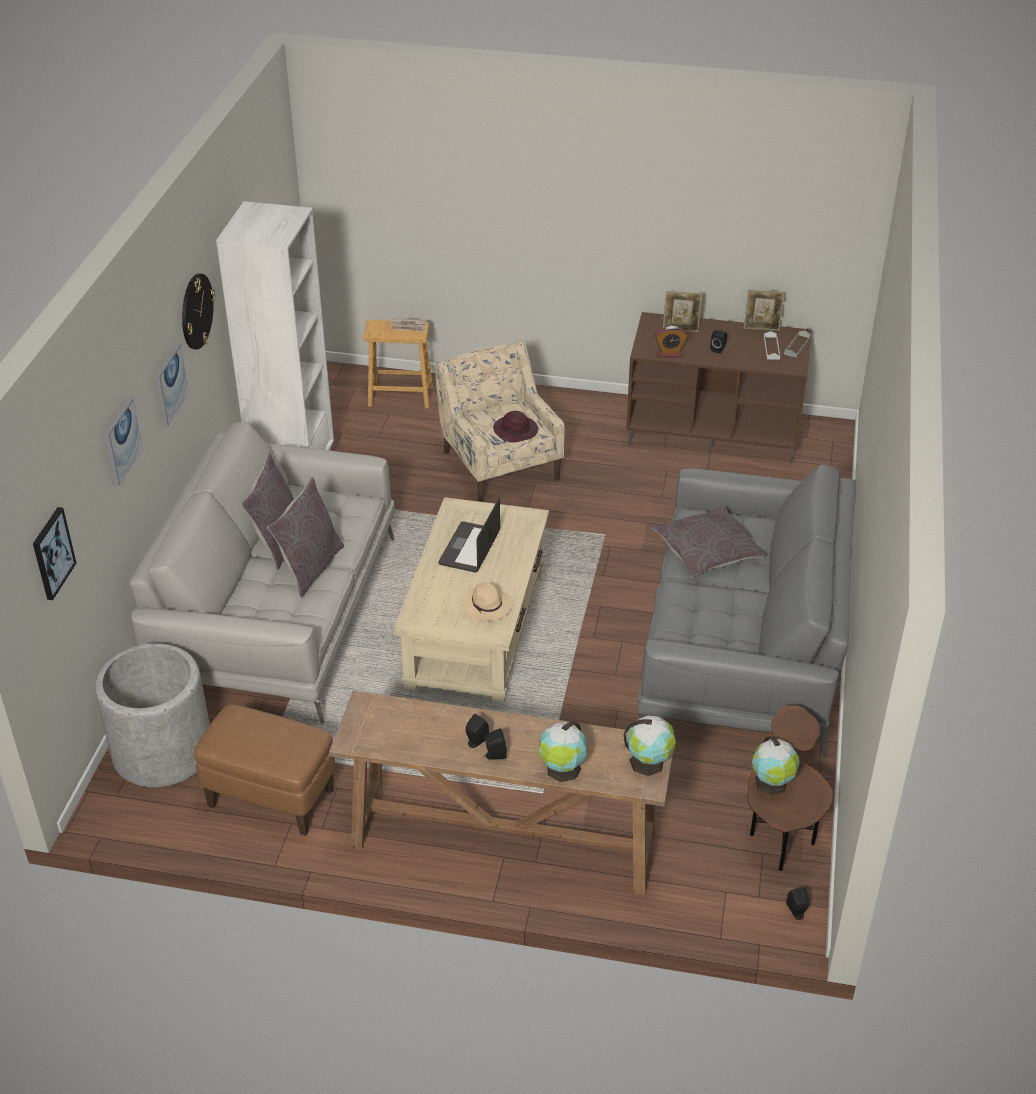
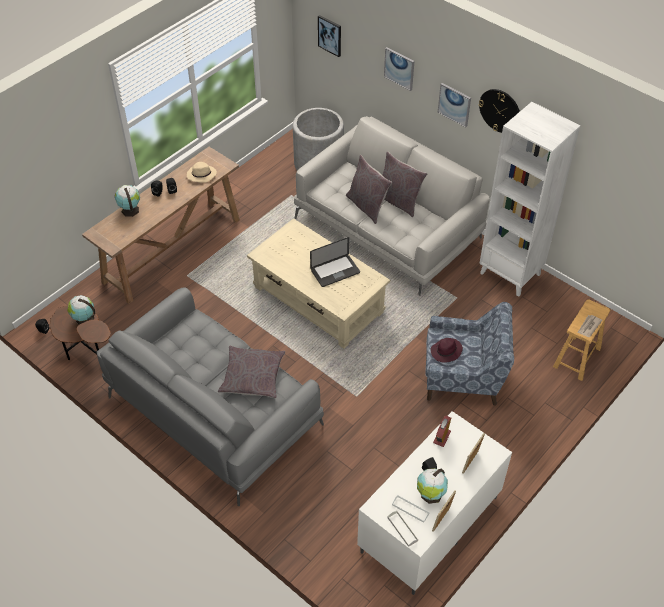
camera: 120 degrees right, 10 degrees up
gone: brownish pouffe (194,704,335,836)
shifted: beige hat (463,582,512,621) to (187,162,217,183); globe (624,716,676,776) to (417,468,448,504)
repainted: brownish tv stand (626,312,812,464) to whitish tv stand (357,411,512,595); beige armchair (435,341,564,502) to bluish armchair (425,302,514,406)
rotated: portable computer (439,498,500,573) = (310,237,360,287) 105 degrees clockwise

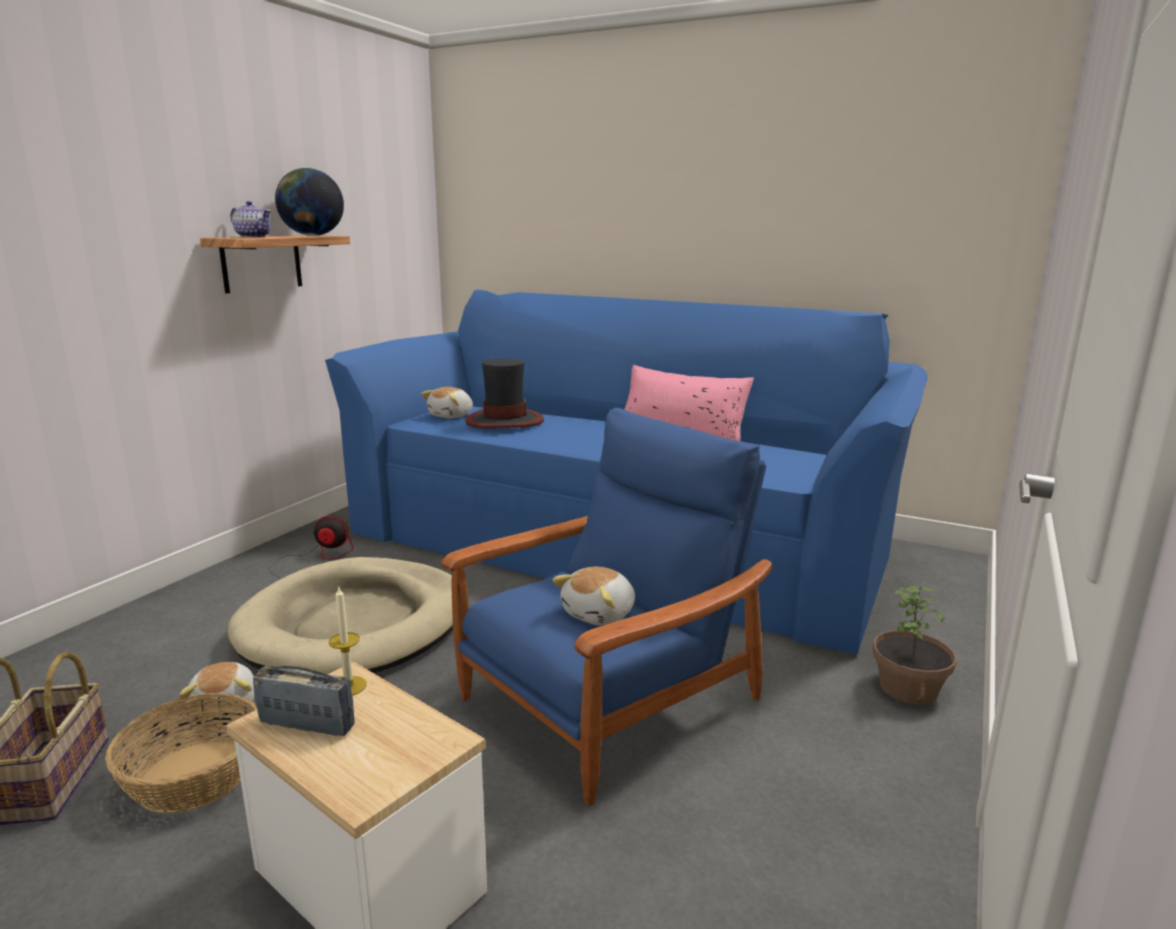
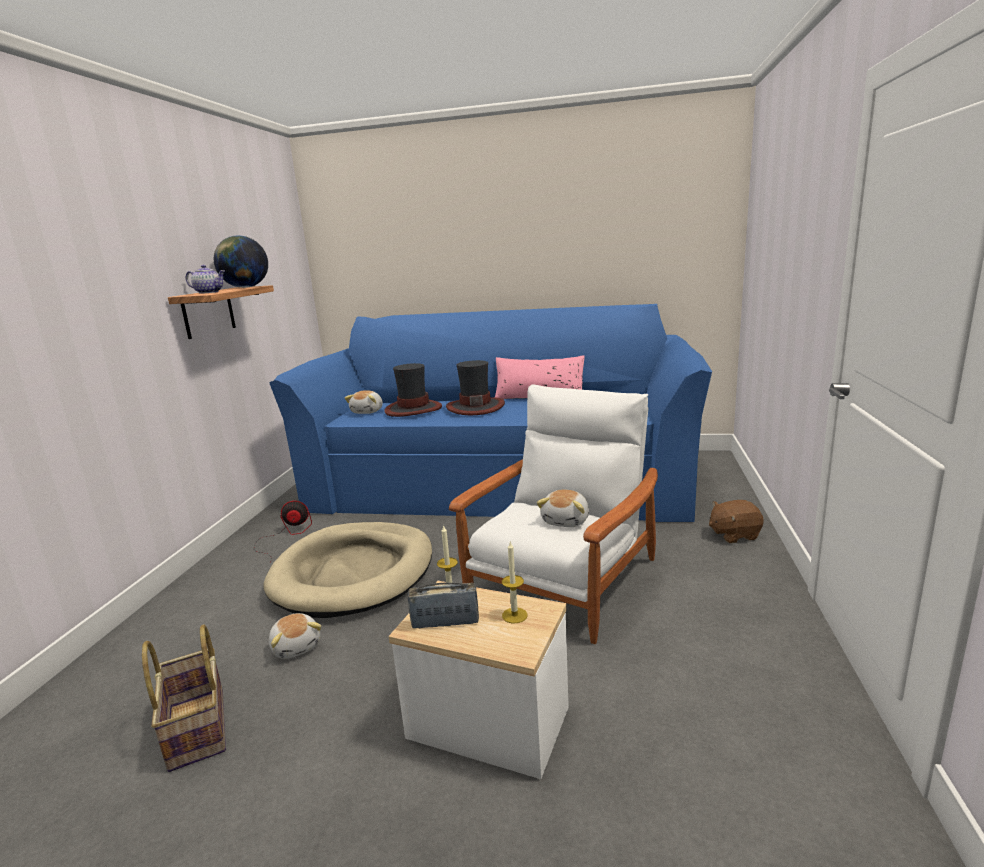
camera: 15 degrees left, 0 degrees up
gone: storage basket (105,693,257,813)
new: hat (446,360,505,415); wax light (502,542,527,623)
swapped: plant in a pot (873,586,957,704) to brownish soft toy (709,500,764,543)
repainted: bluish armchair (441,408,772,806) to whitish armchair (449,385,658,644)

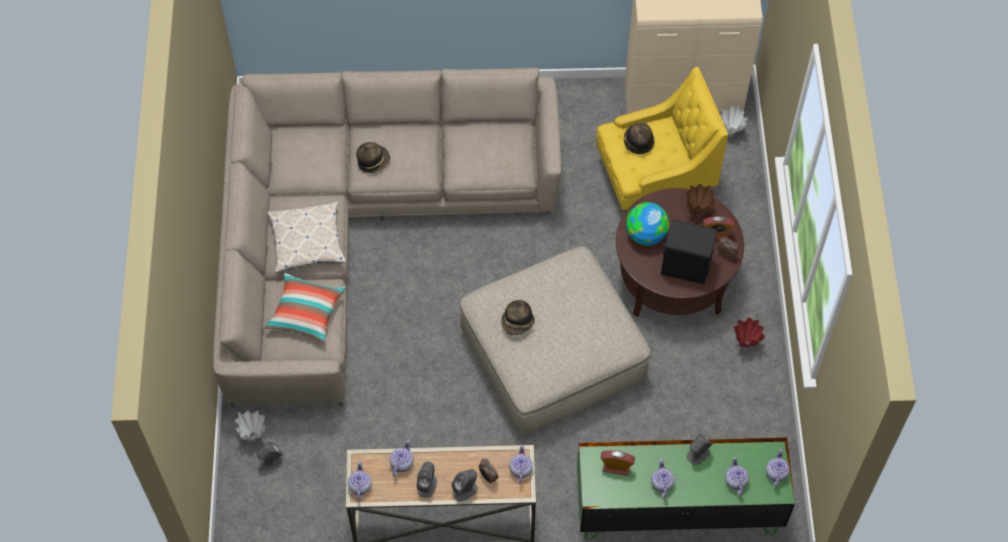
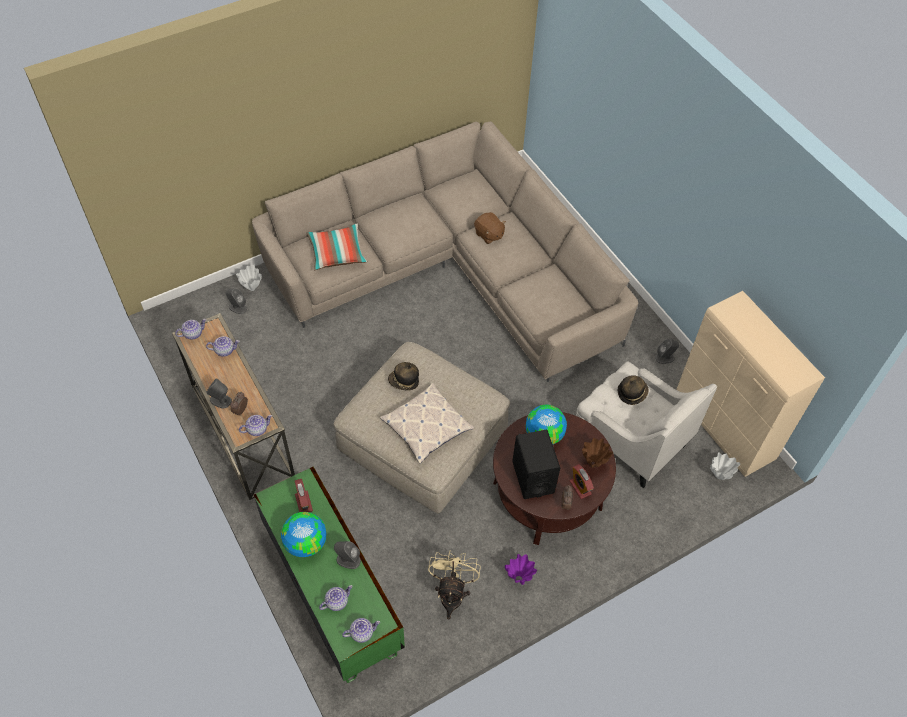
camera: 60 degrees right, 5 degrees down
new: beige fan (428,551,481,620)
shifted: pillow (268,201,346,272) to (380,383,474,464); greyish loudspeaker (416,461,437,498) to (655,339,679,364)
swapped: hat (356,142,390,173) to brownish soft toy (474,212,506,244); pot for tea (651,459,675,498) to globe (281,512,327,557)
repainted: yellow-coloured armchair (596,67,728,212) to whitish armchair (576,362,717,488); red-coloured vase (734,318,765,348) to purple-coloured vase (505,554,537,585)

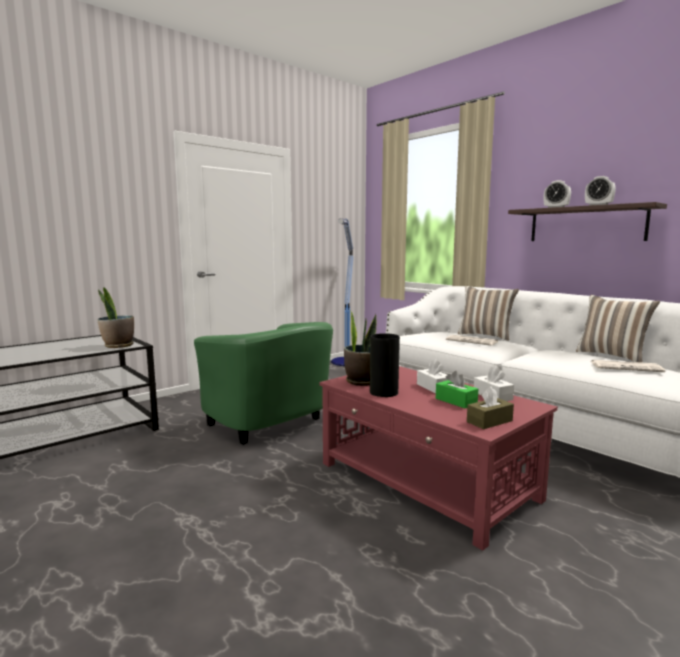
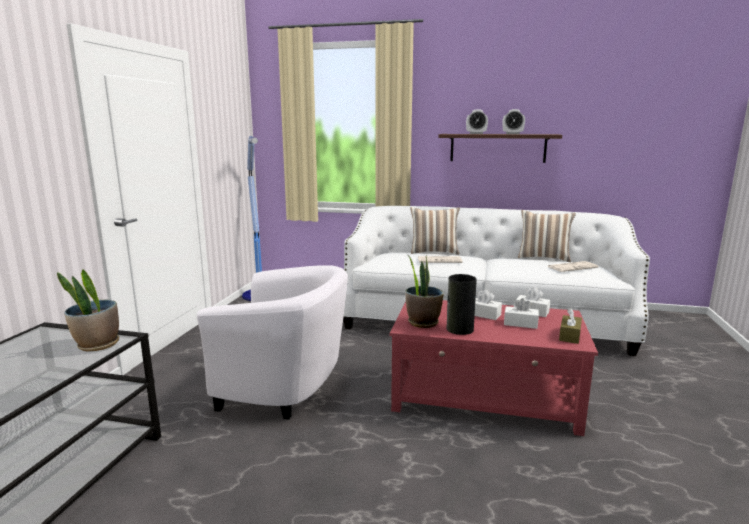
camera: 35 degrees left, 5 degrees up
repainted: green-coloured armchair (194,322,333,445) to whitish armchair (197,265,348,420); green-coloured tissue holder (436,371,478,408) to whitish tissue holder (504,298,539,329)

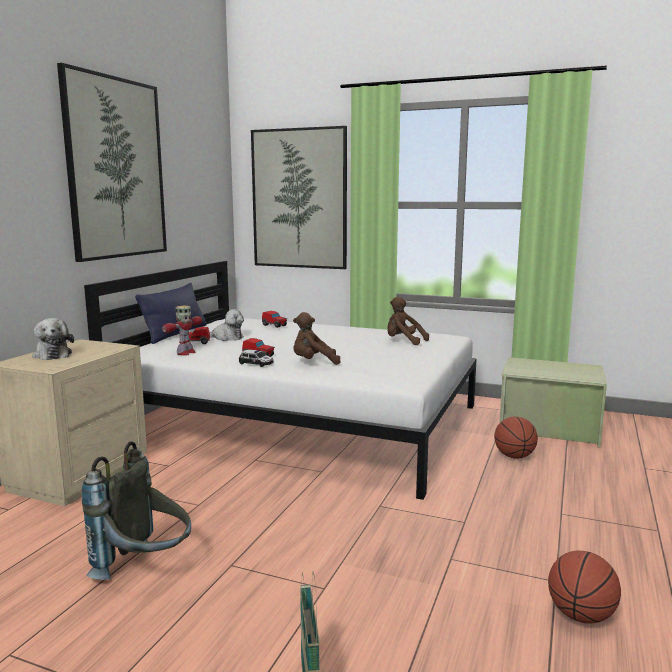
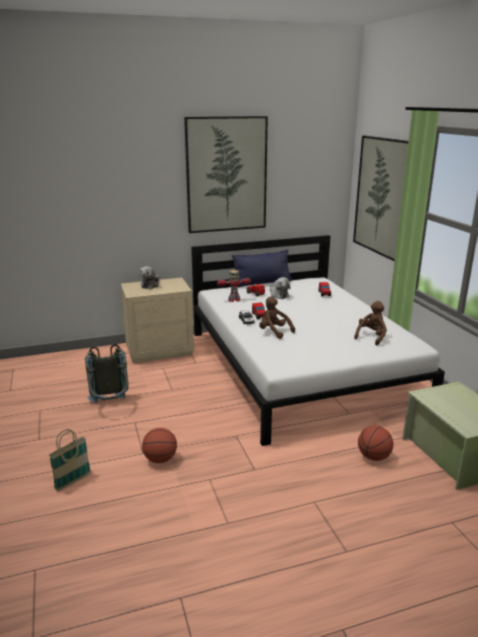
camera: 50 degrees right, 10 degrees up
shifted: ball for basketball (548,551,621,624) to (142,428,177,463)
rotated: brownish soft toy (387,297,429,345) = (354,301,387,346) 45 degrees clockwise

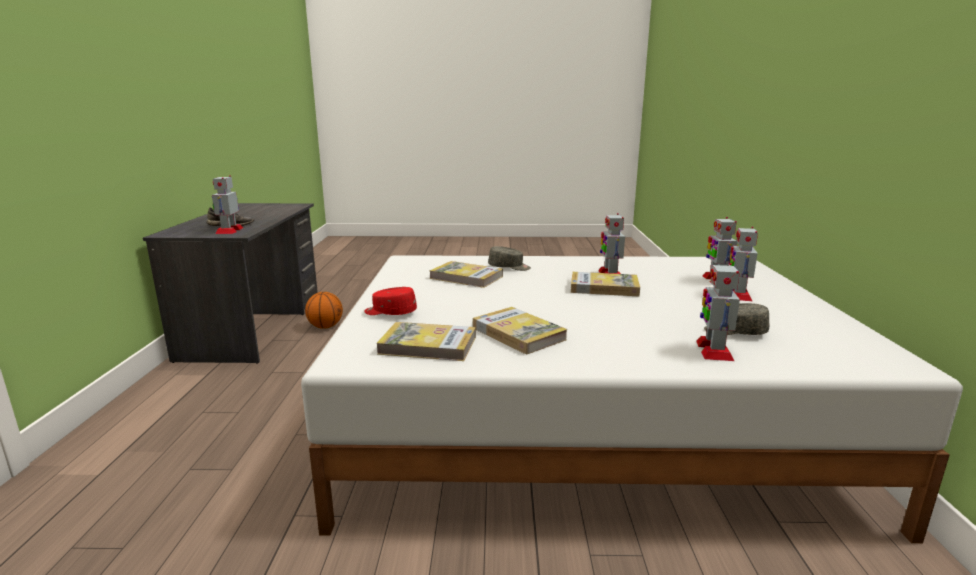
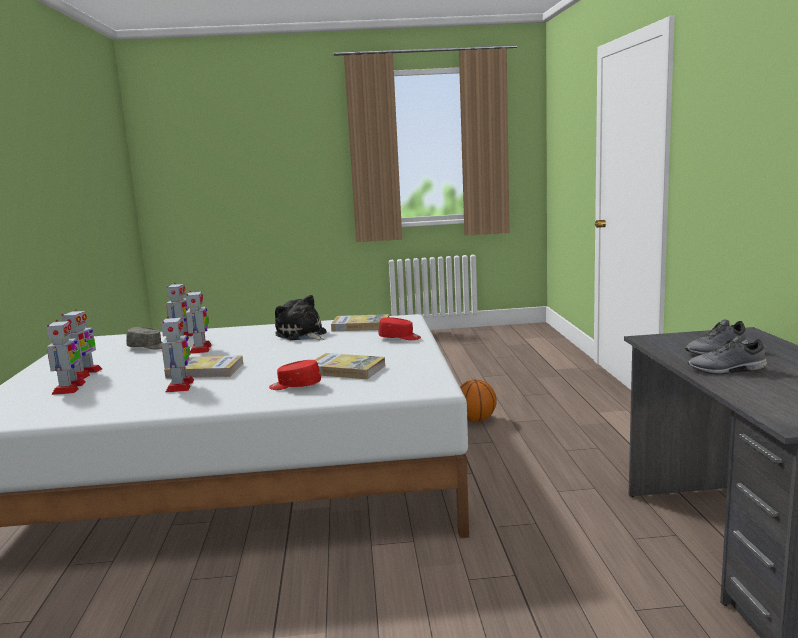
camera: 175 degrees right, 5 degrees down
new: greyish item of footwear (688,336,767,374)
shifted: model robot (212,175,243,234) to (186,290,212,354); ball for basketball (305,292,343,329) to (460,379,497,422)
swapped: volume (473,307,568,354) to soft toy (275,295,327,340)
repainted: greyish peaked cap (488,246,531,271) to red-coloured peaked cap (269,360,321,390)

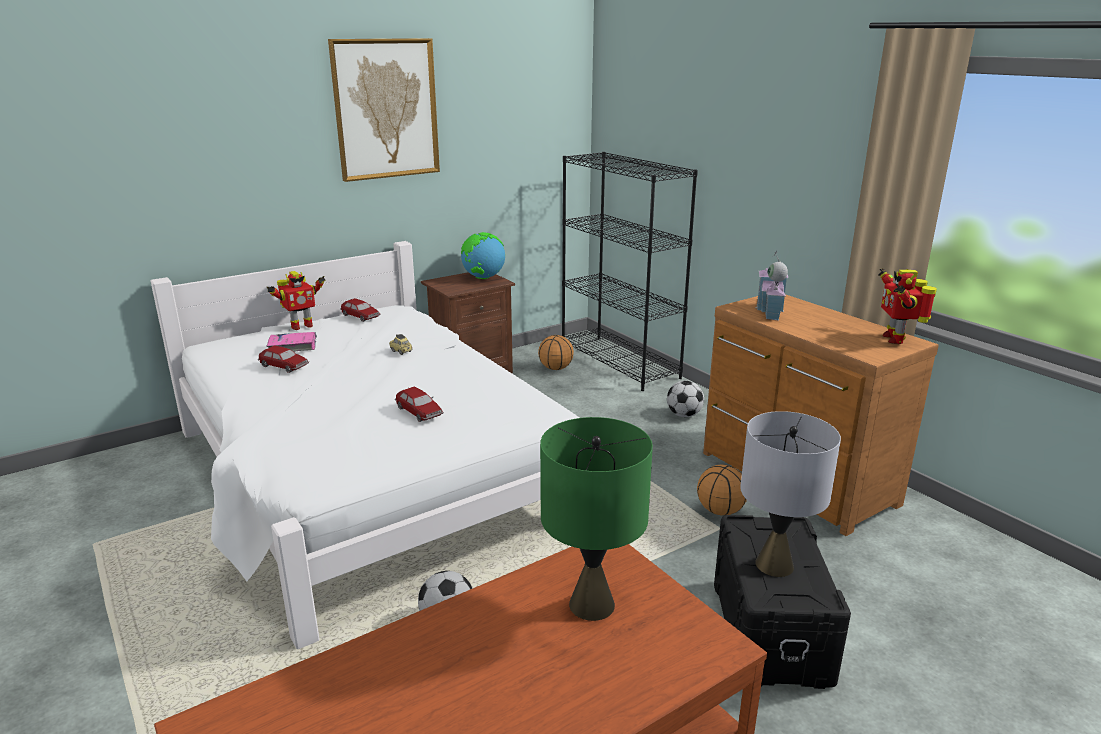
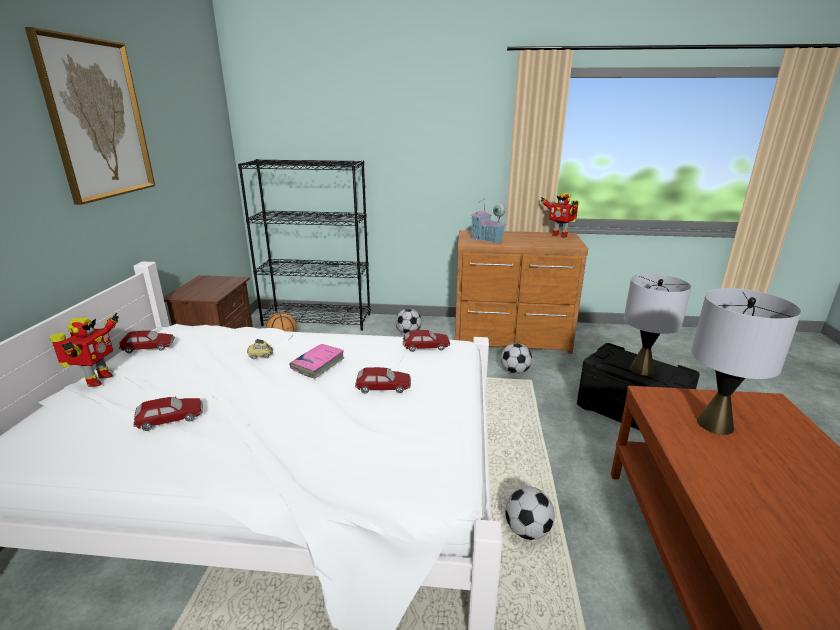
camera: 50 degrees left, 0 degrees up
gone: globe (461,232,505,279)
new: miniature car (403,330,450,352)
shifted: pink volume (266,332,317,352) to (290,344,345,379)
swapped: ball for basketball (697,464,747,516) to football ball (501,343,532,374)
repainted: green-coloured table lamp (540,417,653,621) to greyish table lamp (691,288,802,435)

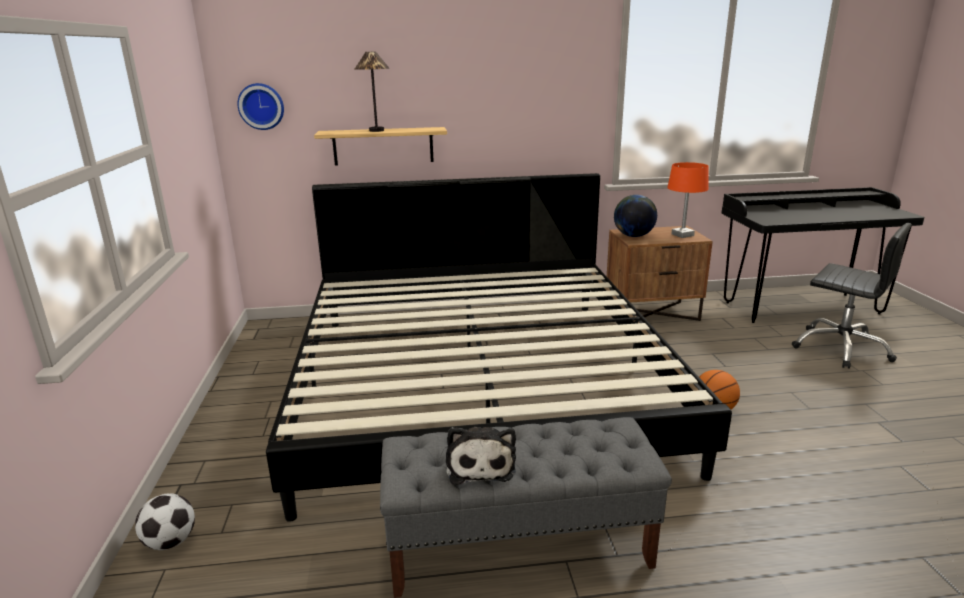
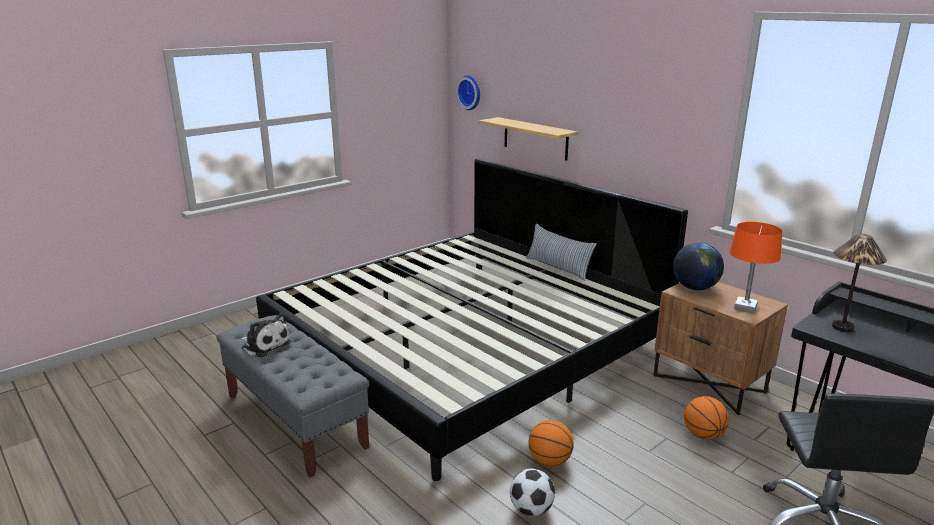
camera: 55 degrees right, 0 degrees up
new: pillow (526,224,596,281); ball for basketball (684,396,729,440)
shifted: table lamp (355,52,390,132) to (832,234,887,332); football ball (135,493,195,550) to (510,468,555,516)
rotated: soft toy (446,427,516,485) = (241,313,291,358) 105 degrees counterclockwise

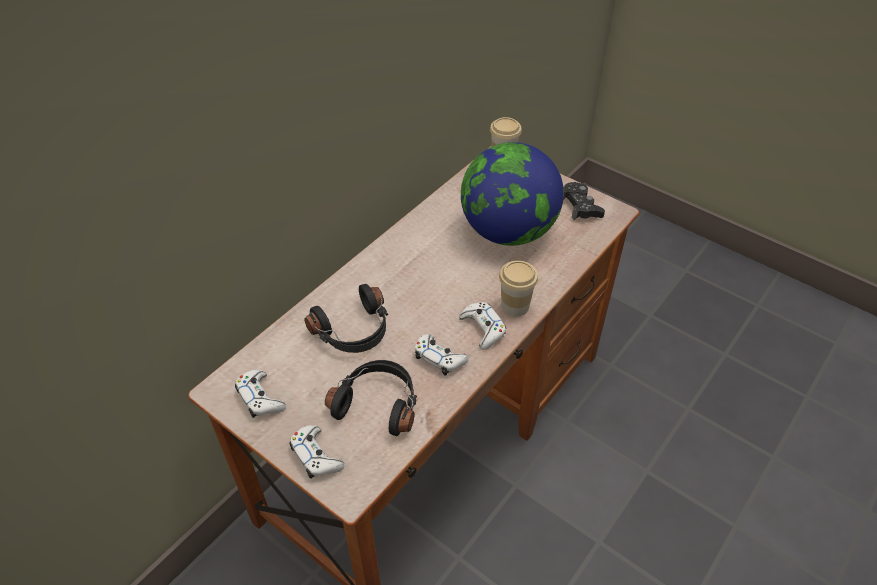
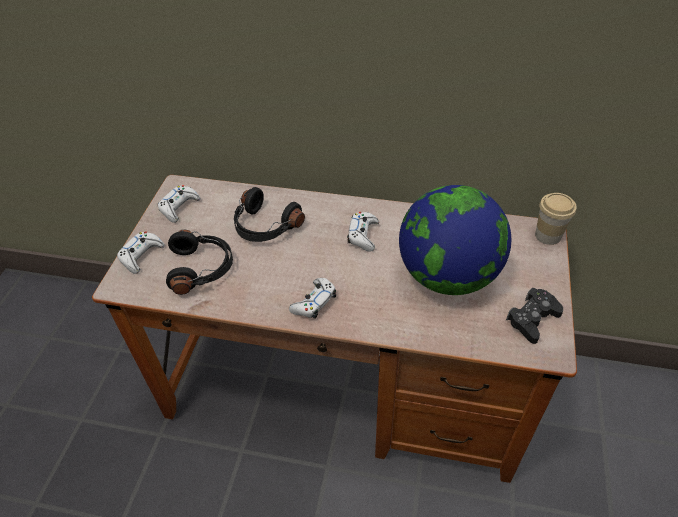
camera: 65 degrees right, 0 degrees up
gone: small cup (499,261,538,317)
shifted: whitish game controller (414,334,469,376) to (347,212,379,252)

